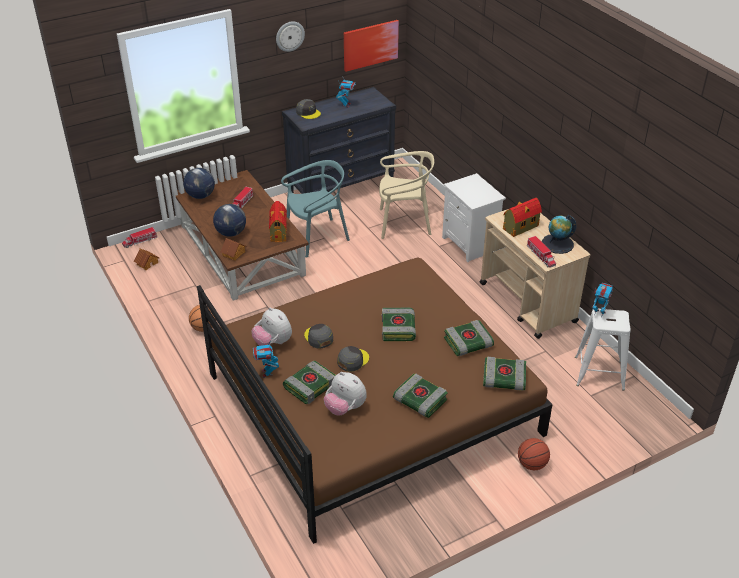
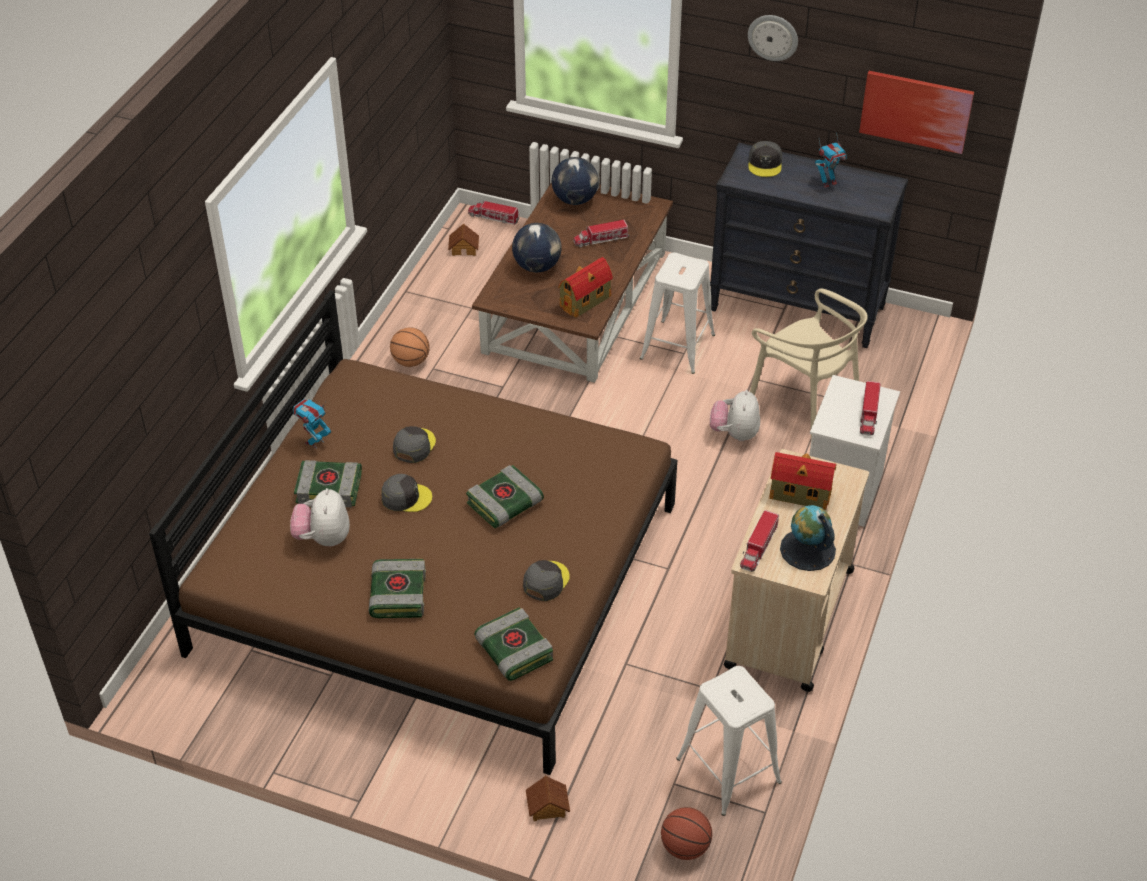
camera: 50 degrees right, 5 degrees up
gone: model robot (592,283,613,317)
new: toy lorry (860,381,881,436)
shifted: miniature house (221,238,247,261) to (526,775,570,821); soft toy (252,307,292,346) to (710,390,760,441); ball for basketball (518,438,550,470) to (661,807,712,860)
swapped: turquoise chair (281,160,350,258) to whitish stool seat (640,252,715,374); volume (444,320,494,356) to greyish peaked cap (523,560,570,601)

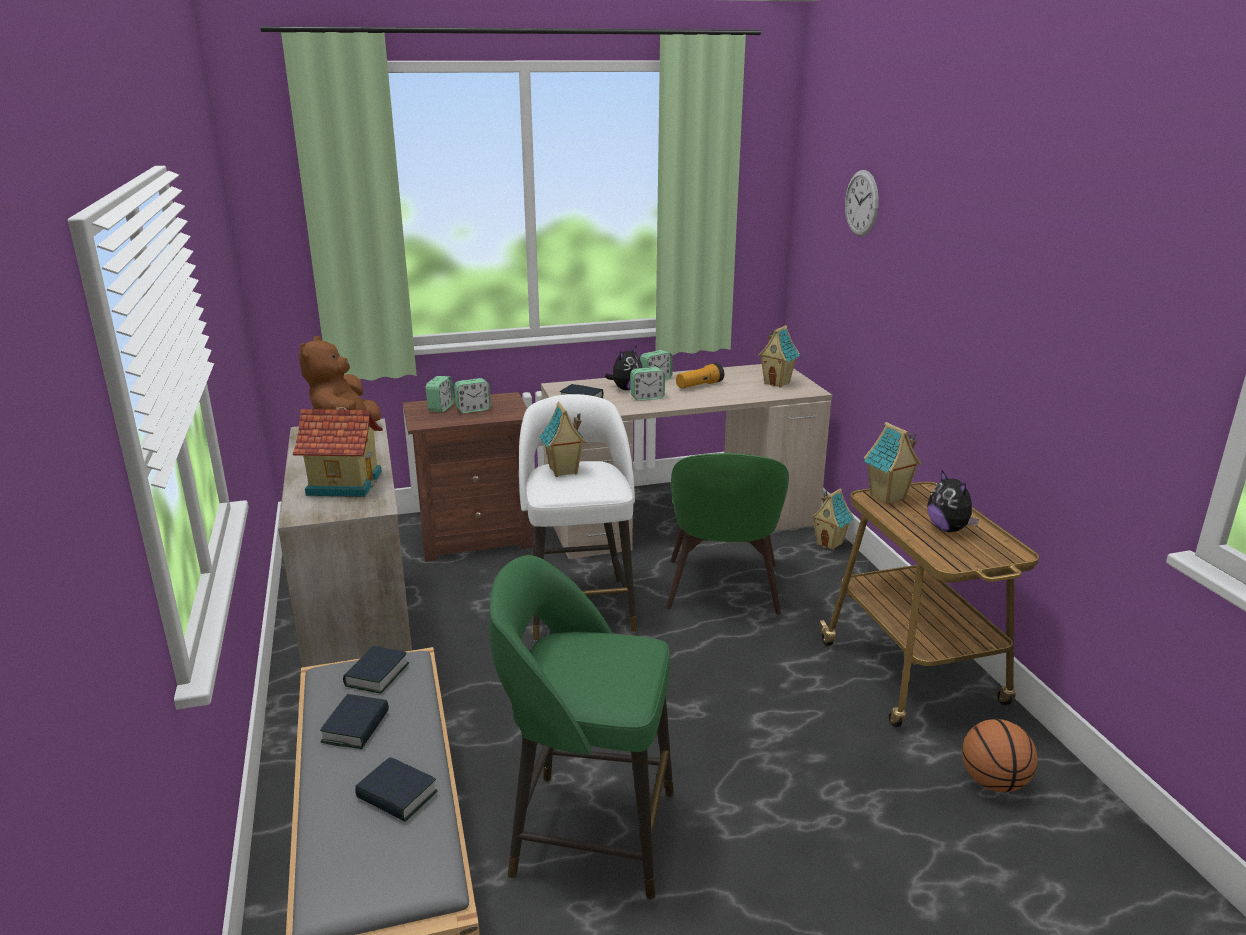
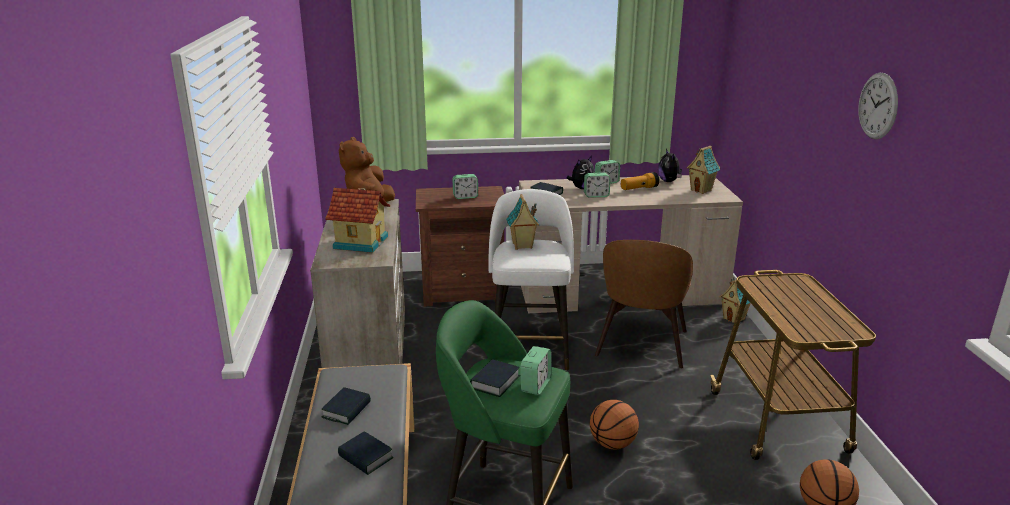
camera: 10 degrees right, 0 degrees up
gone: miniature house (864,422,922,504)
new: ball for basketball (590,400,639,449)
shifted: clock on the wall (845,170,879,237) to (858,73,898,139); table clock (426,376,454,412) to (520,346,552,395); soft toy (927,471,979,532) to (658,149,682,182); volume (343,646,409,694) to (470,359,520,397)
repainted: green-coloured chair (666,453,789,615) to brownish chair (595,240,693,368)

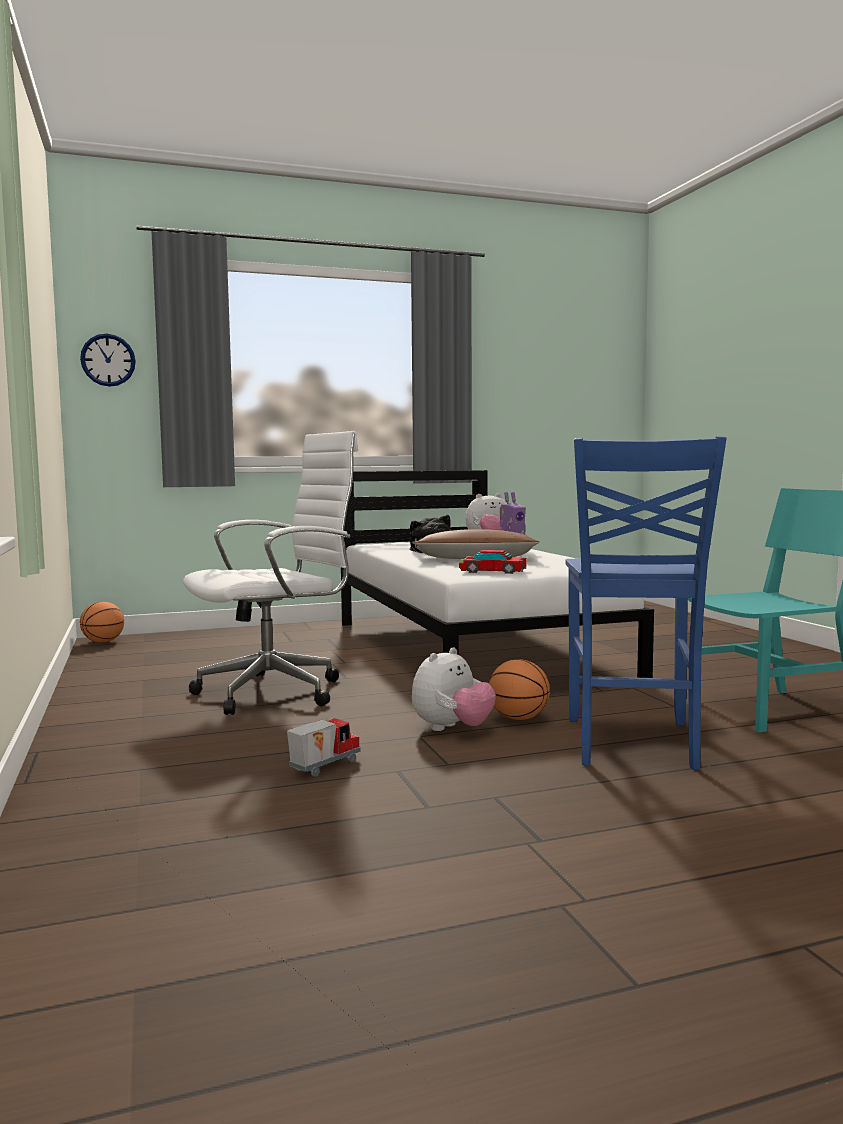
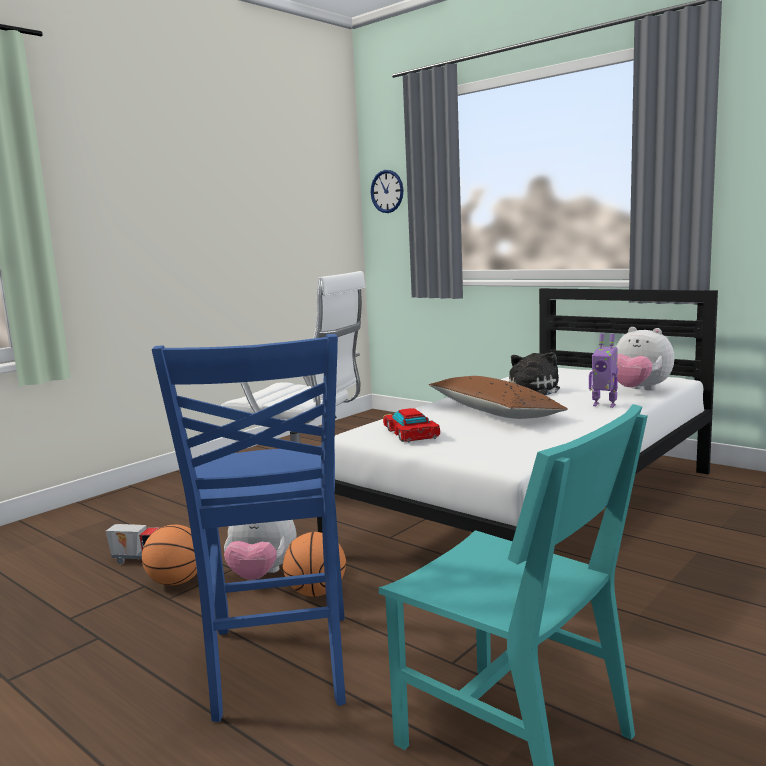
camera: 60 degrees right, 5 degrees up
shifted: ball for basketball (80,601,124,643) to (142,525,197,585)
rotated: bluish chair (566,436,727,770) = (152,334,346,722) 75 degrees counterclockwise

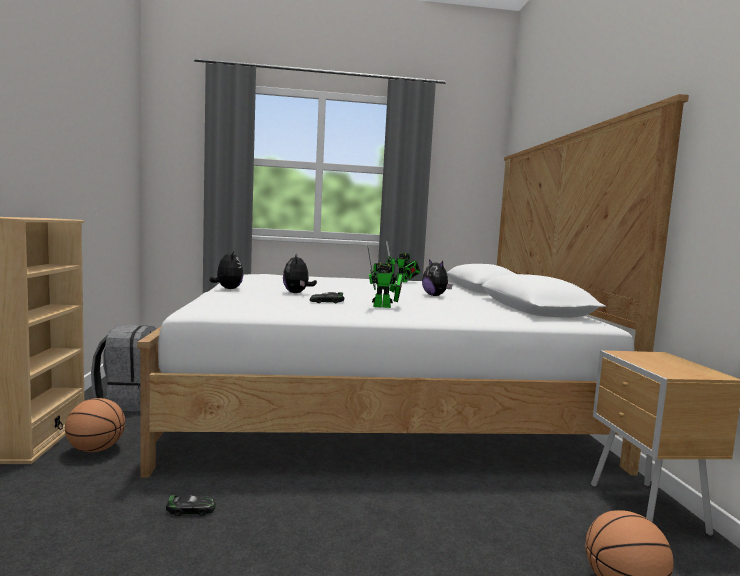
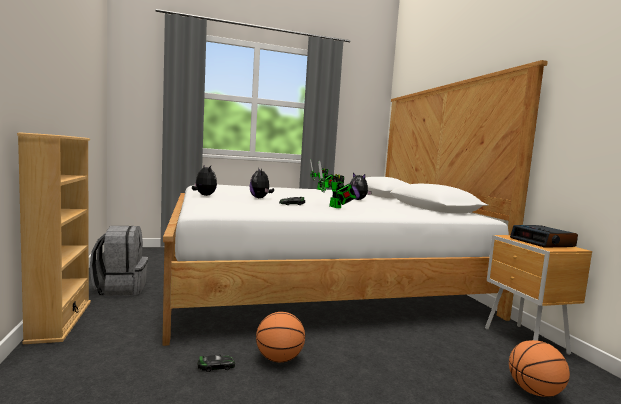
camera: 10 degrees left, 0 degrees up
new: table clock (510,225,578,248)
shifted: ball for basketball (65,398,125,452) to (256,312,305,362)
rotated: model robot (367,245,403,308) = (318,161,356,208) 75 degrees clockwise

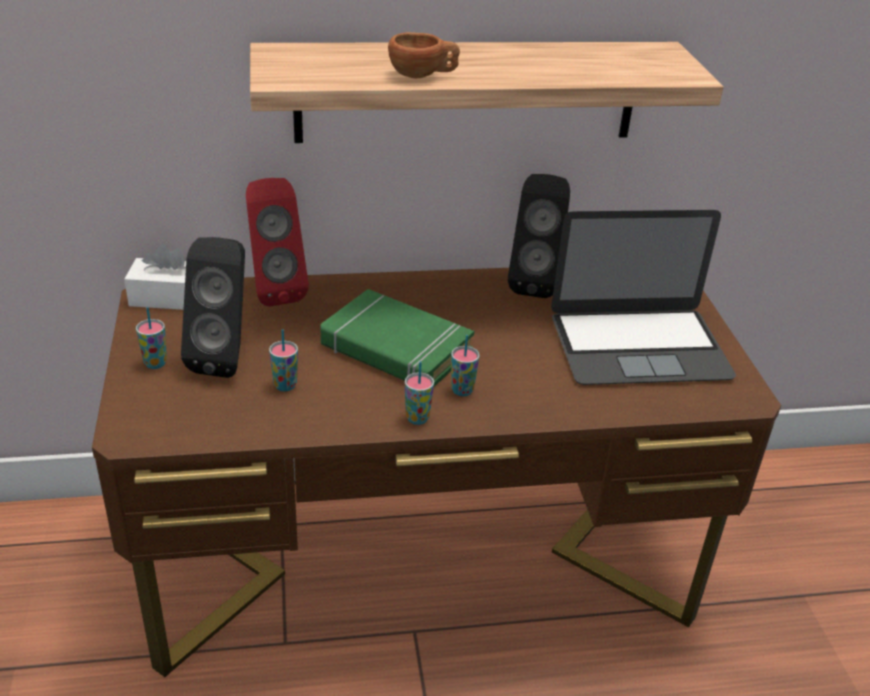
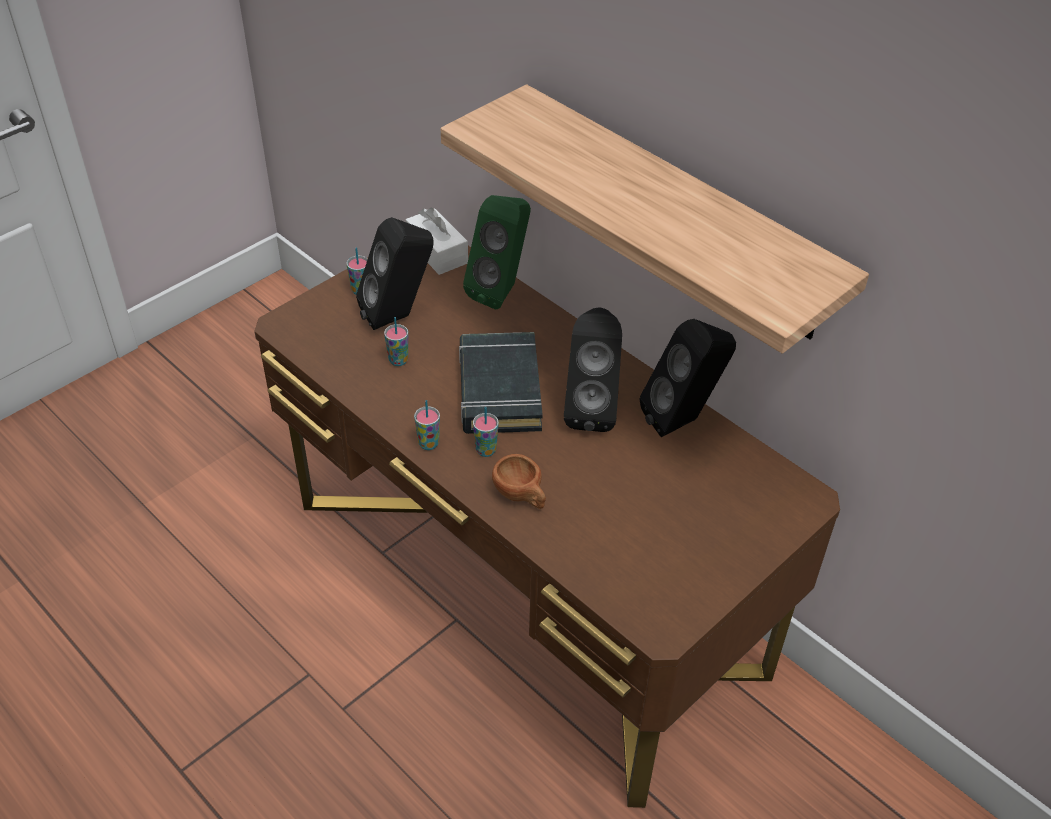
camera: 55 degrees right, 10 degrees up
gone: portable computer (551,210,736,385)
new: blackish loudspeaker (564,307,622,432)
shifted: brownish small cup (388,32,460,78) to (492,454,546,509)
repainted: red-coloured loudspeaker (246,178,309,307) to green-coloured loudspeaker (463,195,531,309); green-coloured volume (320,289,474,387) to blackish volume (459,332,543,434)

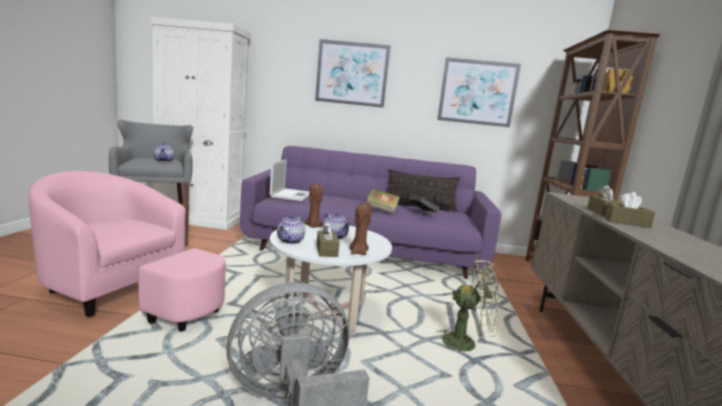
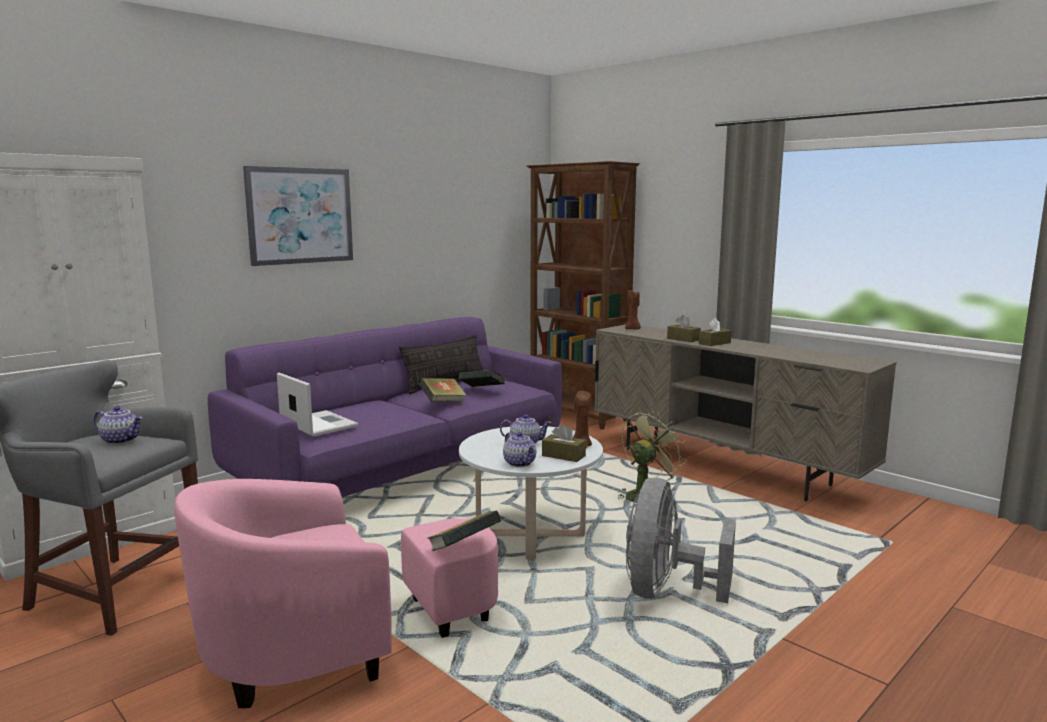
camera: 50 degrees left, 0 degrees up
gone: picture (437,57,521,127)
new: volume (427,510,501,551)
shifted: brownish wax light (304,184,323,228) to (625,290,641,329)

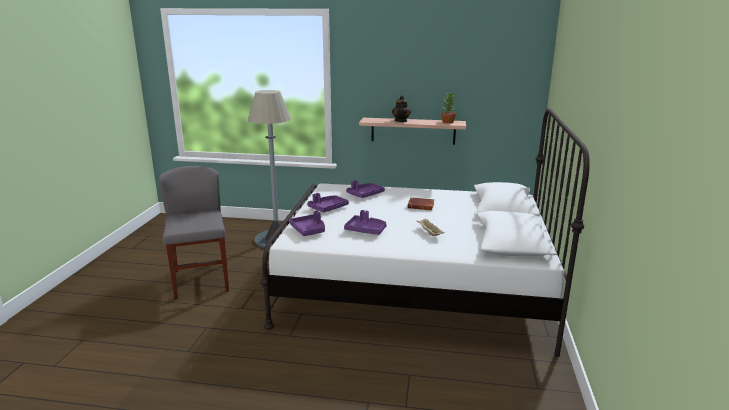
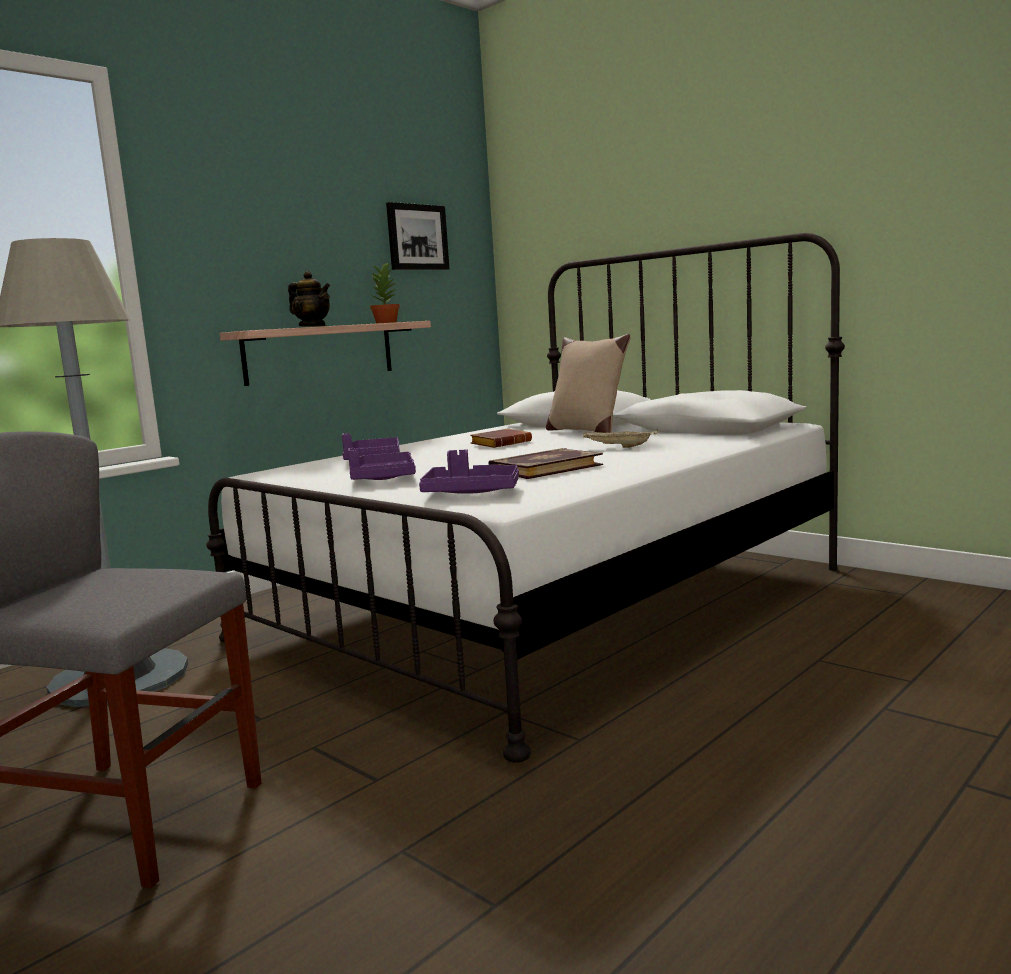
camera: 55 degrees left, 10 degrees down
new: picture (386,202,450,270); beige pillow (546,334,630,433)
swapped: purple-coloured carrying tray (344,210,387,235) to volume (488,448,603,479)

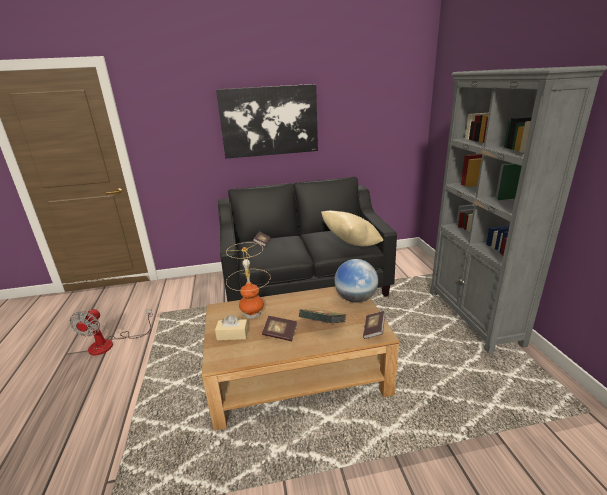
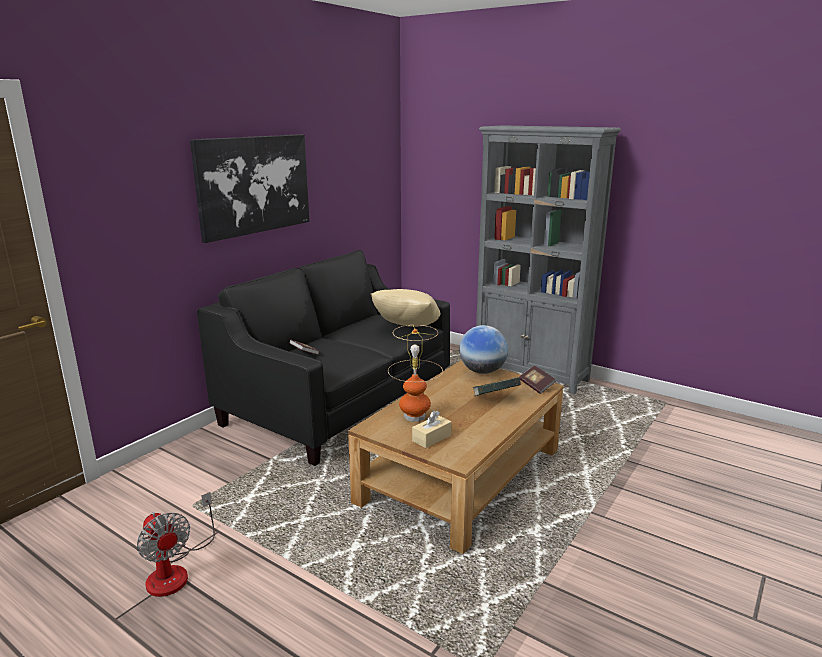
camera: 45 degrees left, 5 degrees down
gone: volume (262,316,297,341)

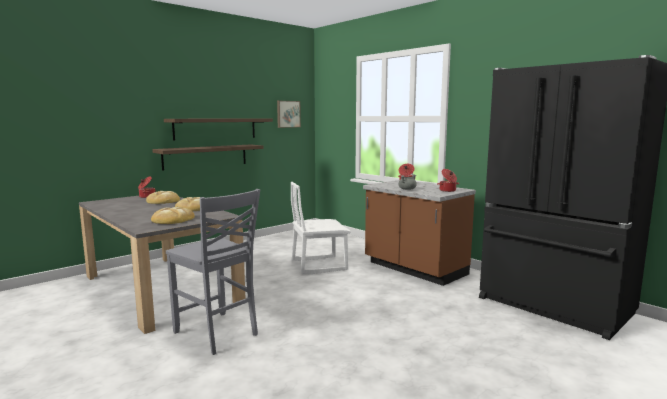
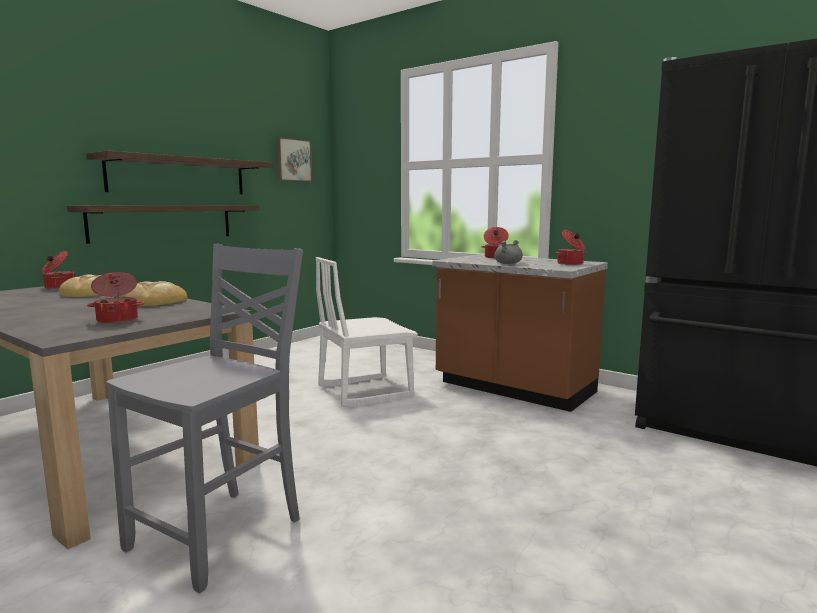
camera: 10 degrees left, 0 degrees up
swapped: baked bread (151,207,195,224) to stockpot (87,272,144,324)
rotated: greyish chair (166,189,260,355) = (106,244,303,593) 90 degrees counterclockwise

